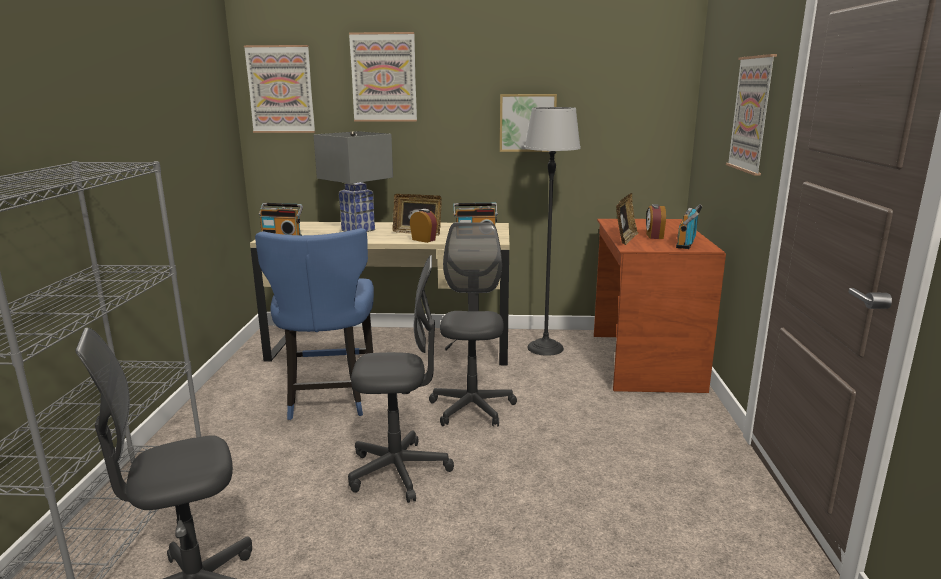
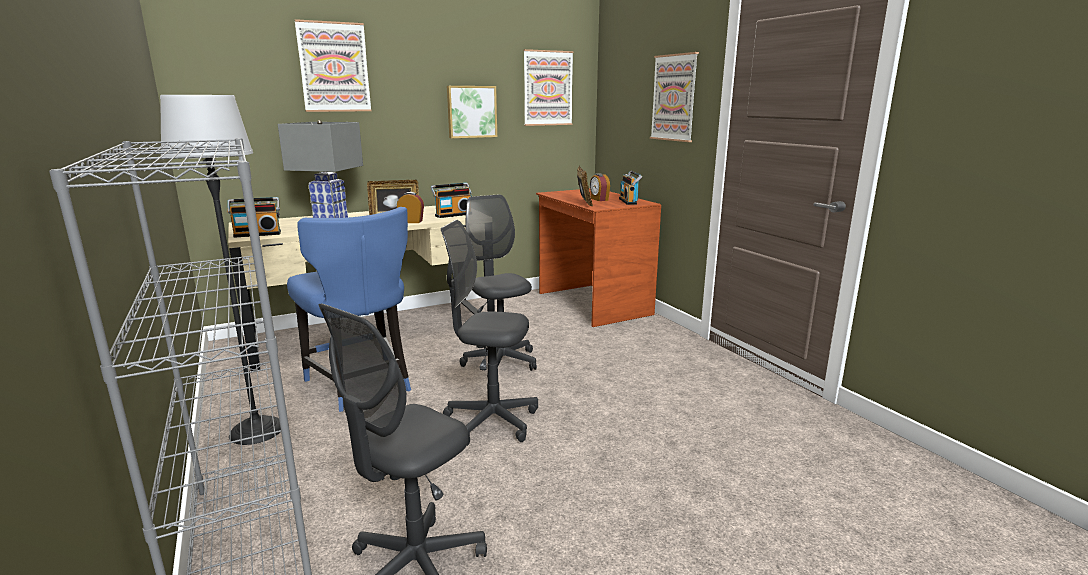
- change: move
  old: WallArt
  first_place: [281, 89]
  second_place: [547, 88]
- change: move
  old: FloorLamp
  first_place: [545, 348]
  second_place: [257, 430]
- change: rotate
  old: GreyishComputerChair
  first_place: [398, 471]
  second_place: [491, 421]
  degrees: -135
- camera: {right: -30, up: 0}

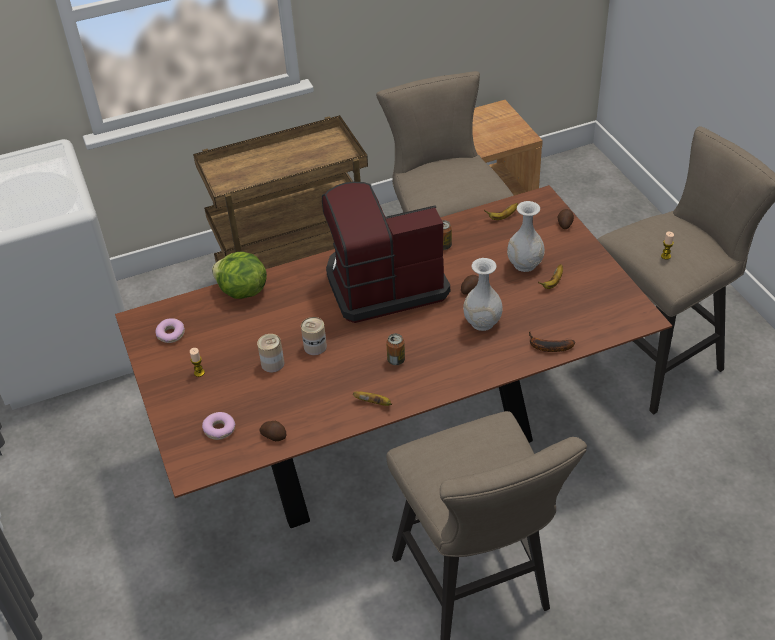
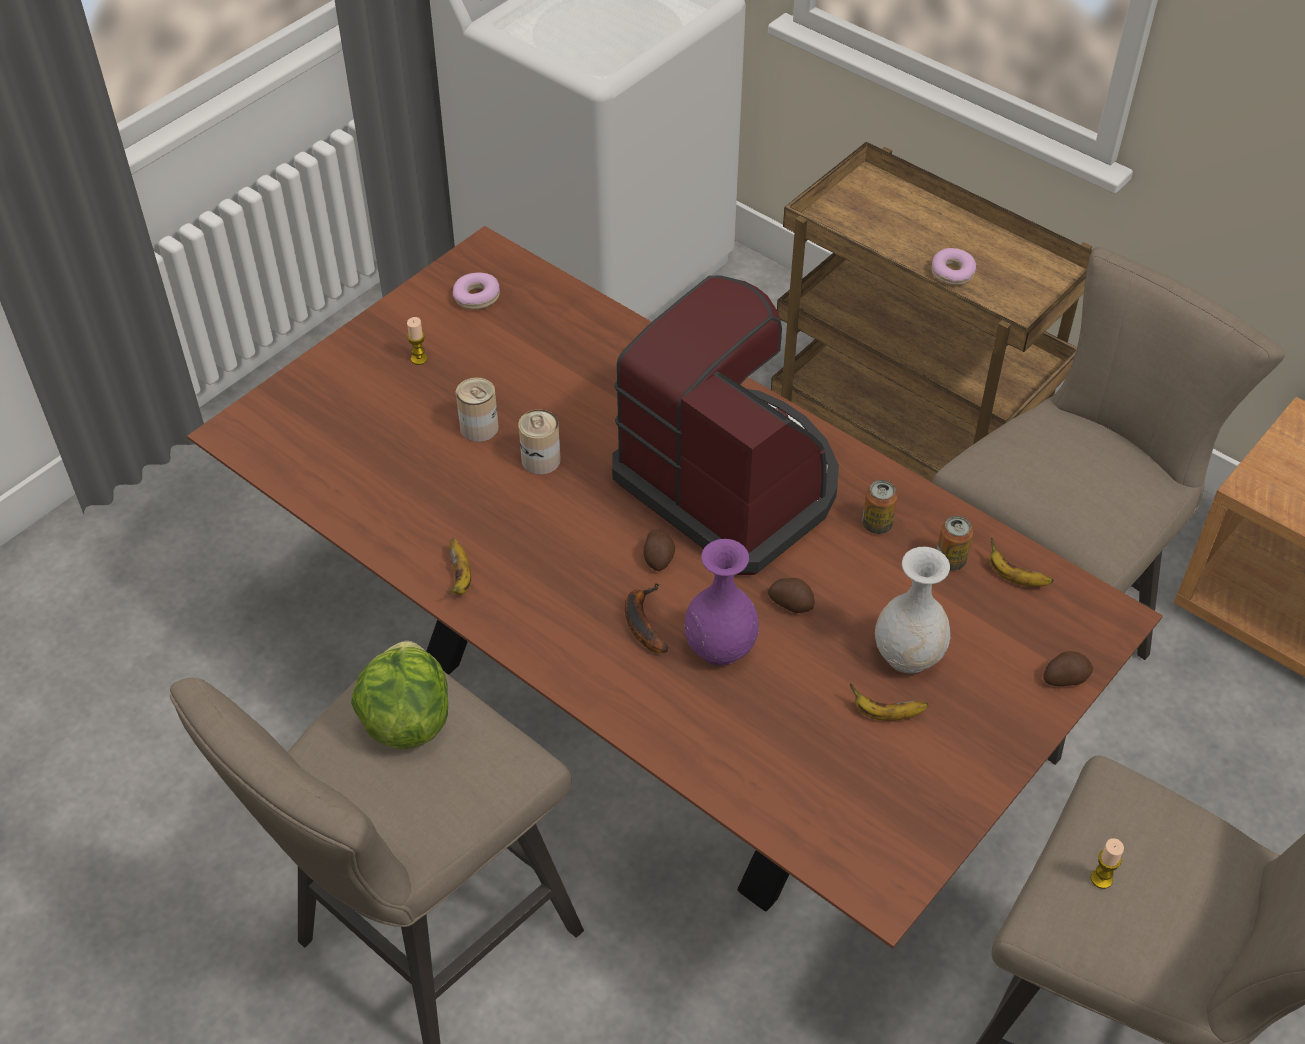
- change: move
  old: Lettuce
  first_place: [242, 292]
  second_place: [406, 720]
- change: recolor
  old: WhiteColouredFlowerVase
  new: PurpleFlowerVase
  first_place: [482, 322]
  second_place: [720, 647]
- change: move
  old: Banana
  first_place: [547, 347]
  second_place: [642, 621]
- change: move
  old: Can
  first_place: [396, 360]
  second_place: [950, 560]
- change: move
  old: Donut
  first_place: [219, 429]
  second_place: [952, 273]
- change: move
  old: Potato
  first_place: [274, 435]
  second_place: [659, 557]
- camera: {right: 60, up: 5}

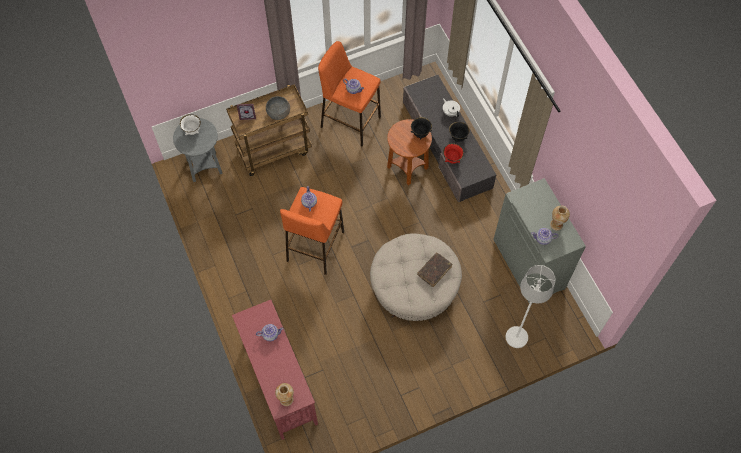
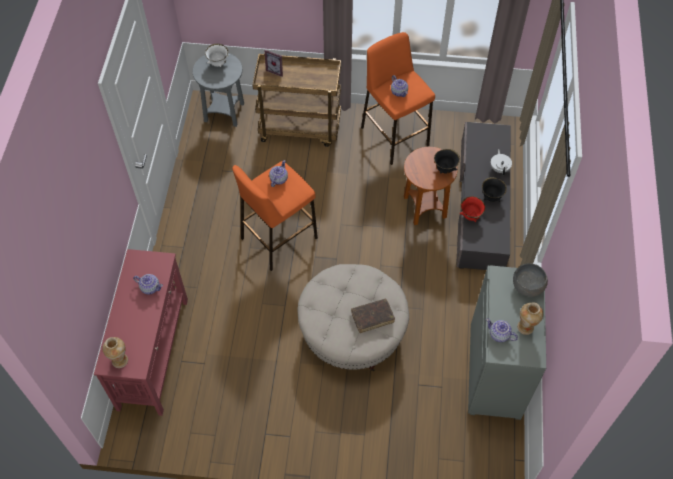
- change: move
  old: GreyishDeepDish
  first_place: [278, 113]
  second_place: [527, 286]
- change: delete
  old: WhiteColouredFloorLamp
  first_place: [516, 337]
- camera: {right: 30, up: -5}

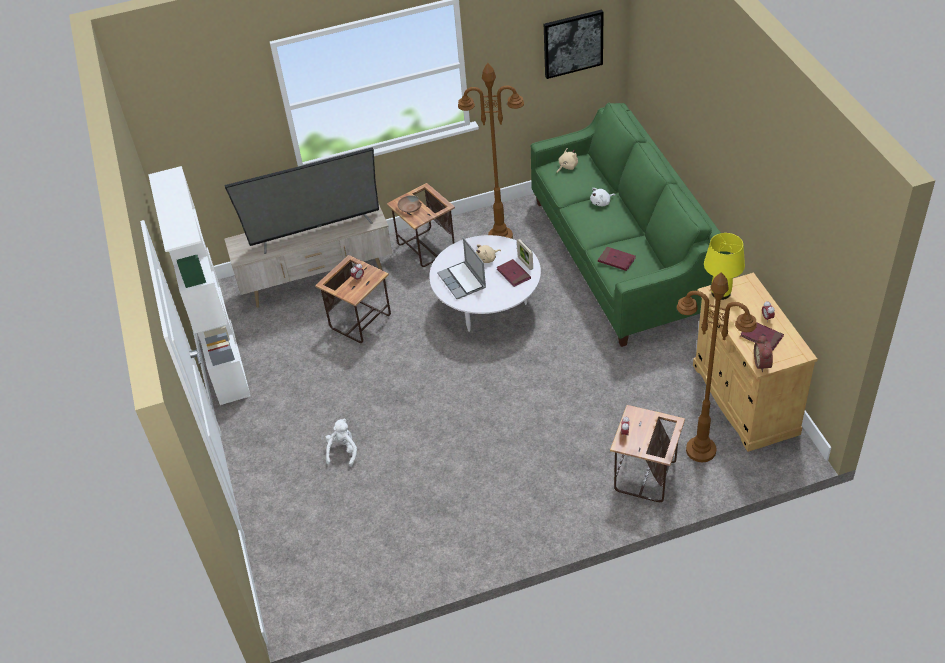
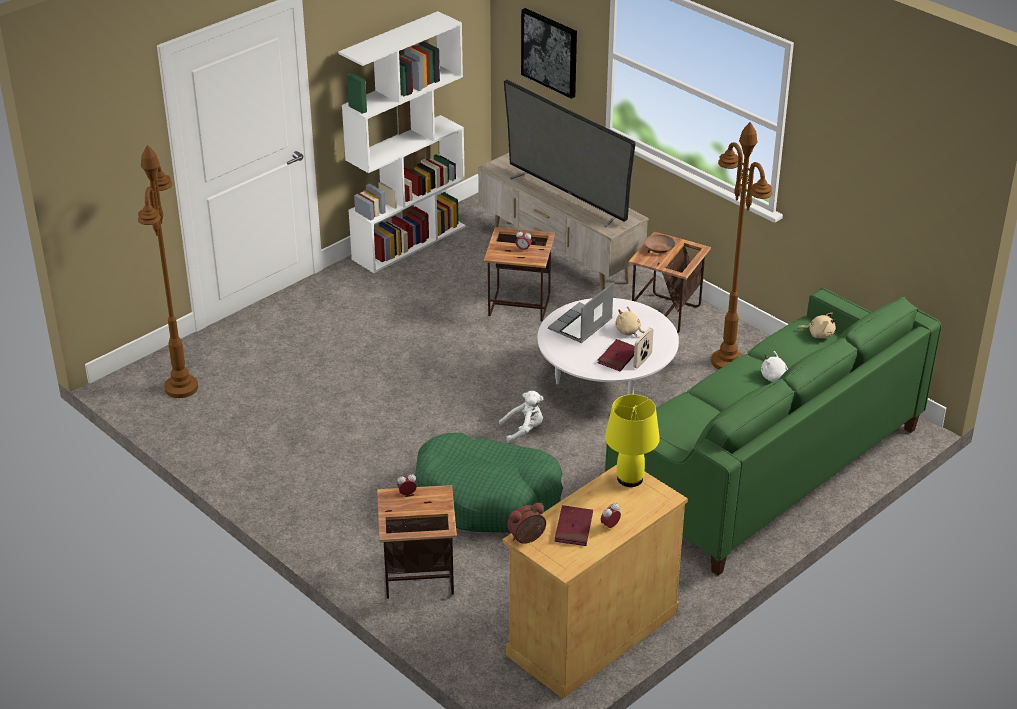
- change: move
  old: WallArt
  first_place: [573, 43]
  second_place: [550, 52]
- change: delete
  old: RedColouredBoundBook
  first_place: [616, 260]
- change: move
  old: BrownFloorLamp
  first_place: [700, 450]
  second_place: [181, 387]
- change: move
  old: WhiteColouredCuddlyToy
  first_place: [343, 451]
  second_place: [524, 430]
- change: insert
  new: GreenDogBed
  second_place: [487, 497]
- camera: {right: 60, up: -10}

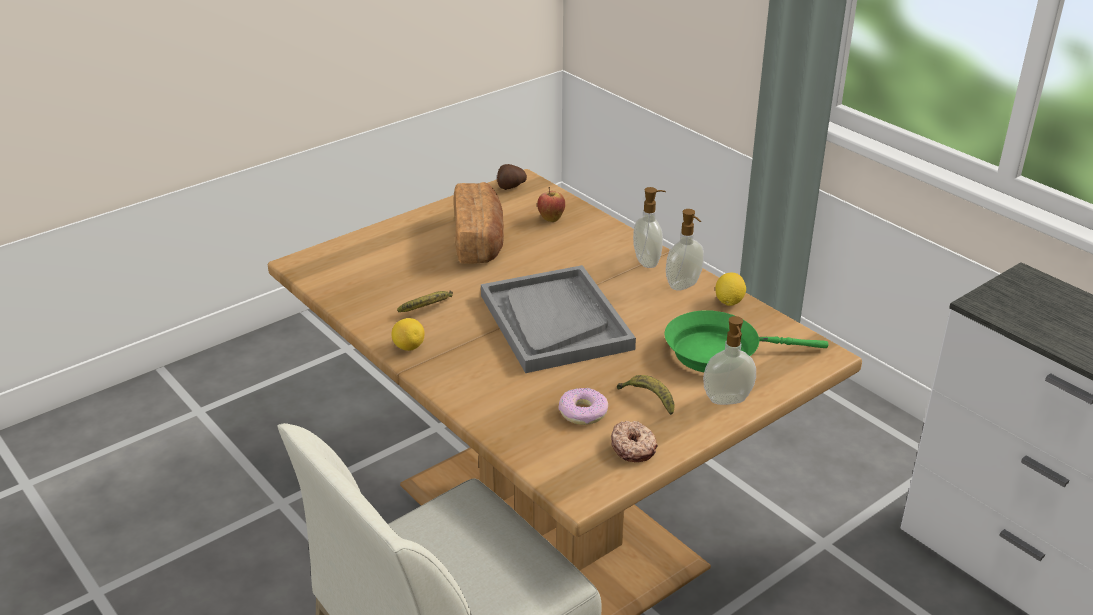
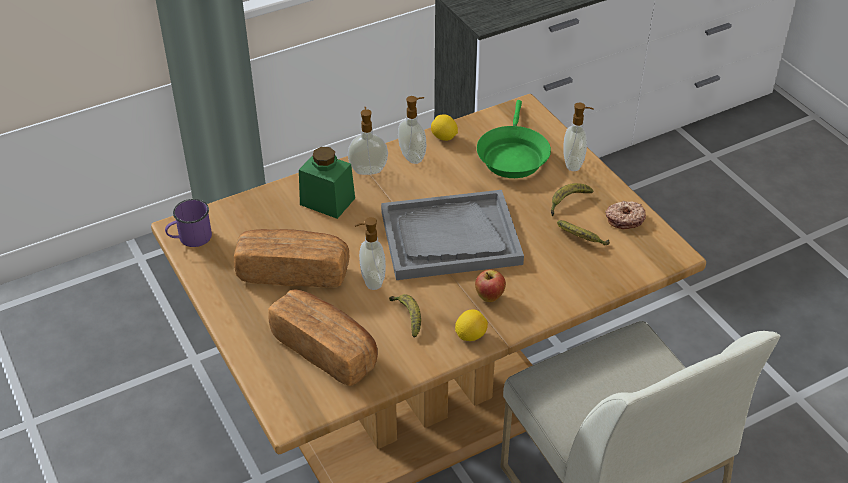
- change: replace
  old: Potato
  new: PurpleCoffeeMug
  first_place: [510, 187]
  second_place: [190, 238]
- change: move
  old: WholeApple
  first_place: [551, 219]
  second_place: [489, 297]
- change: replace
  old: Donut
  new: Banana
  first_place: [583, 413]
  second_place: [580, 239]
- change: insert
  new: GreenPreserveJar
  second_place: [327, 201]
- change: insert
  new: LiquidSoapBottle
  second_place: [371, 280]
- change: insert
  new: BakedBread
  second_place: [326, 349]
- camera: {right: -80, up: 10}

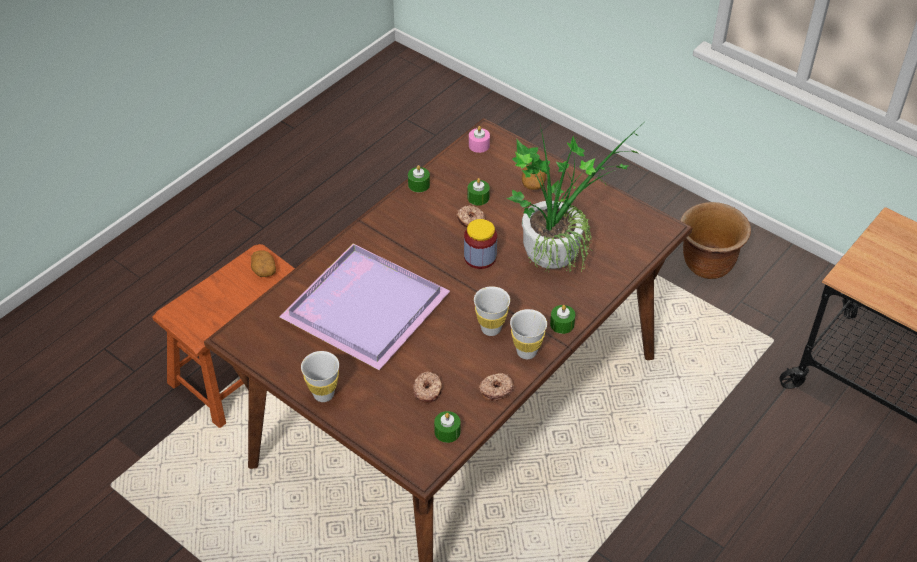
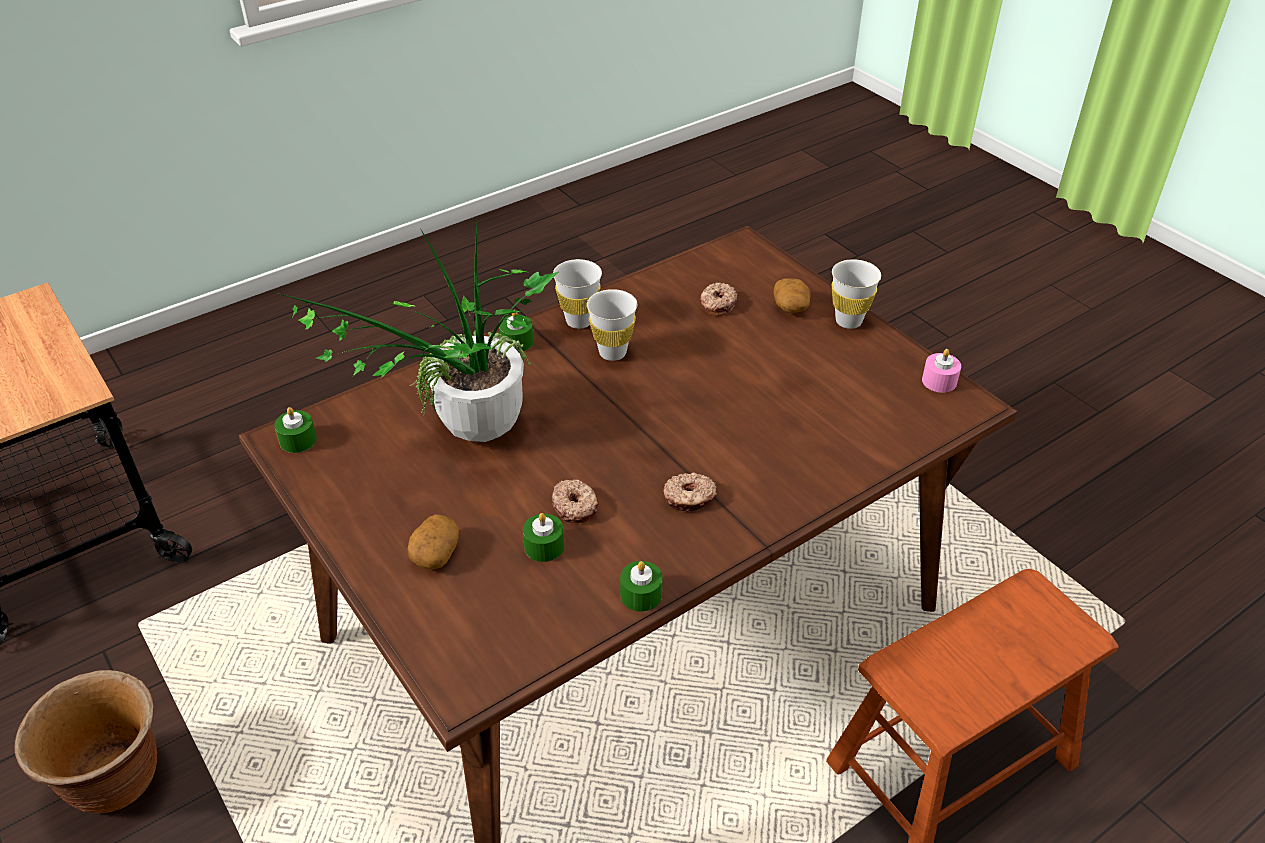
- change: move
  old: PinkColouredWaxLight
  first_place: [479, 145]
  second_place: [939, 381]
- change: delete
  old: PreserveJar
  first_place: [480, 257]
- change: delete
  old: PurpleCarryingTray
  first_place: [365, 305]
- change: move
  old: Potato
  first_place: [263, 270]
  second_place: [791, 307]
- change: move
  old: Donut
  first_place: [496, 389]
  second_place: [689, 498]
- change: move
  old: GreenWaxLight
  first_place: [447, 432]
  second_place: [298, 440]
- camera: {right: -165, up: -5}

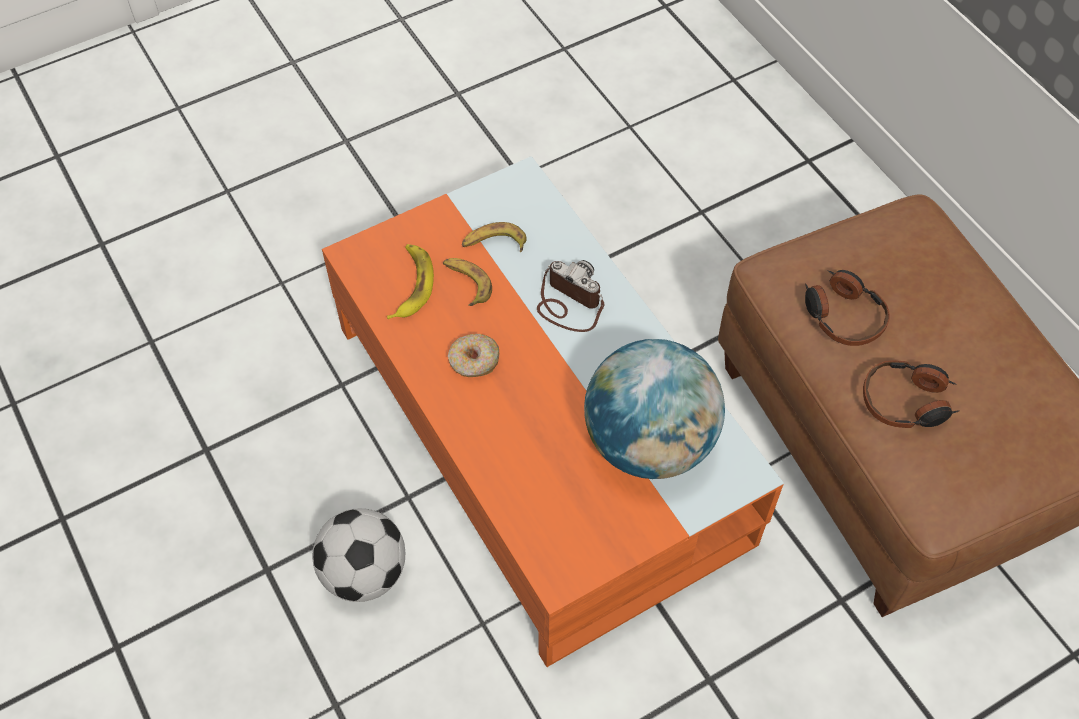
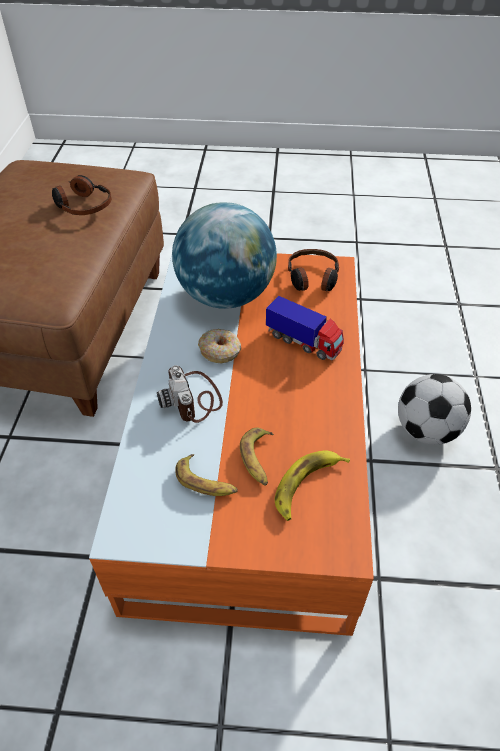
- change: move
  old: PairOfHeadphones
  first_place: [842, 315]
  second_place: [312, 278]
- change: move
  old: Donut
  first_place: [474, 361]
  second_place: [220, 351]
- change: insert
  new: ModelTruck
  second_place: [304, 342]
- camera: {right: -145, up: -10}

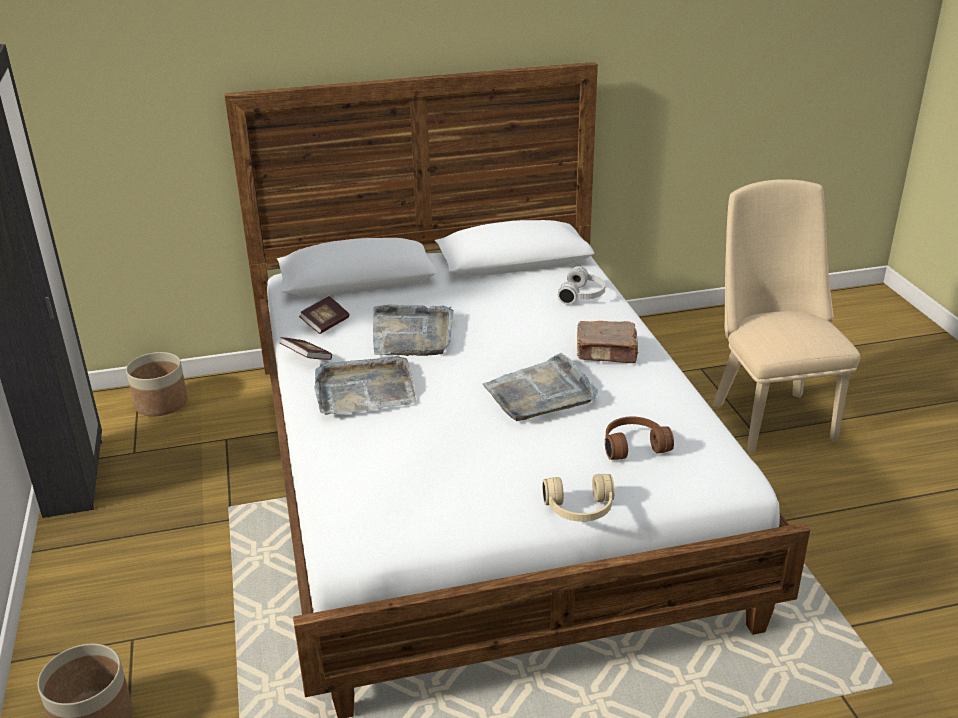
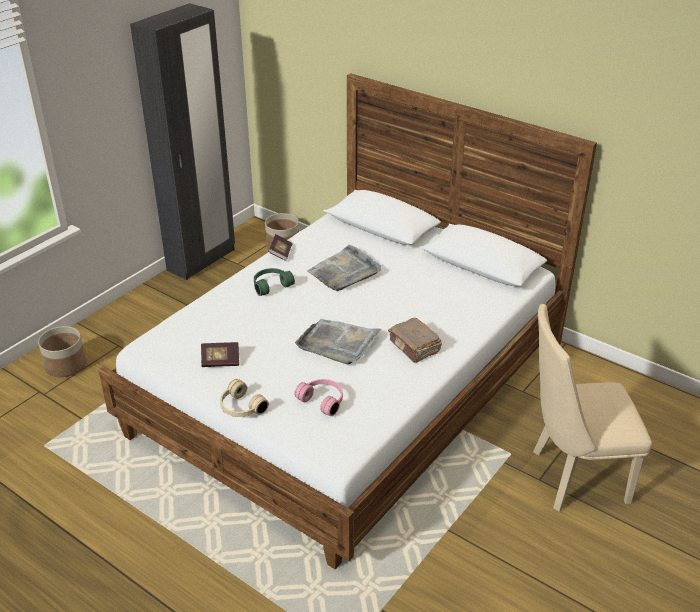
- change: rotate
  old: BeigeColouredUprightChair
  first_place: [769, 415]
  second_place: [571, 477]
  degrees: -135
- change: delete
  old: WhiteColouredPairOfHeadphones
  first_place: [583, 295]
- change: move
  old: BoundBook
  first_place: [325, 324]
  second_place: [220, 361]
- change: replace
  old: GreyishCarryingTray
  new: GreenPairOfHeadphones
  first_place: [364, 390]
  second_place: [271, 285]
- change: recolor
  old: BrownPairOfHeadphones
  new: PinkColouredPairOfHeadphones
  first_place: [633, 445]
  second_place: [323, 400]
- camera: {right: 50, up: 5}

